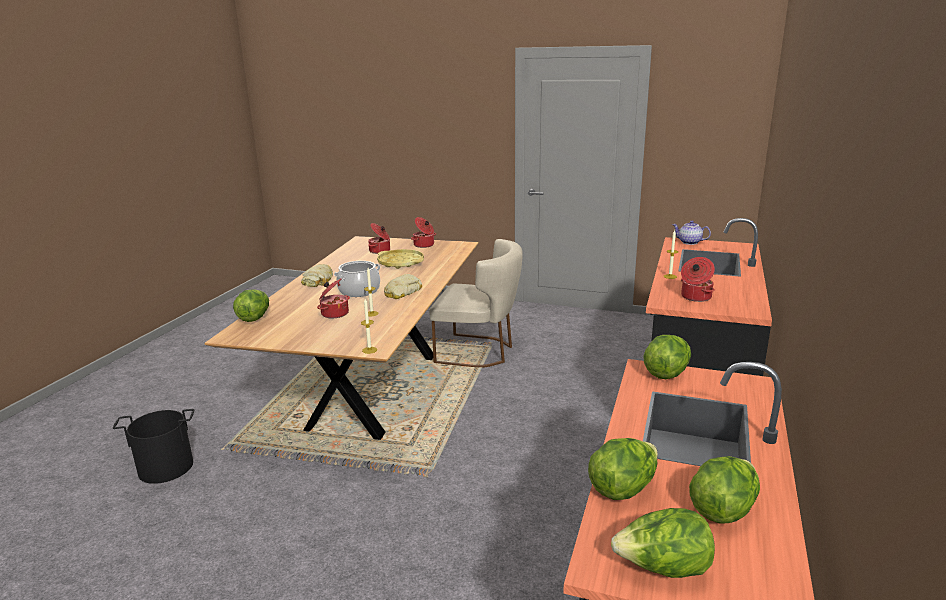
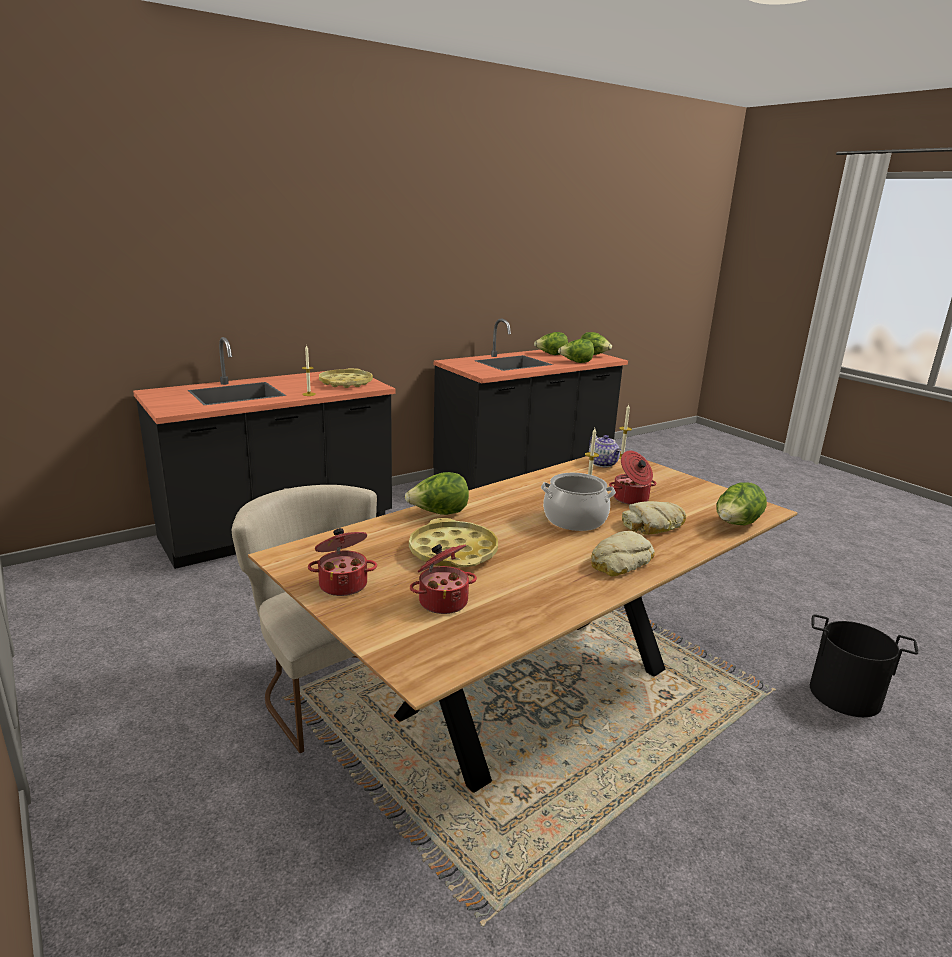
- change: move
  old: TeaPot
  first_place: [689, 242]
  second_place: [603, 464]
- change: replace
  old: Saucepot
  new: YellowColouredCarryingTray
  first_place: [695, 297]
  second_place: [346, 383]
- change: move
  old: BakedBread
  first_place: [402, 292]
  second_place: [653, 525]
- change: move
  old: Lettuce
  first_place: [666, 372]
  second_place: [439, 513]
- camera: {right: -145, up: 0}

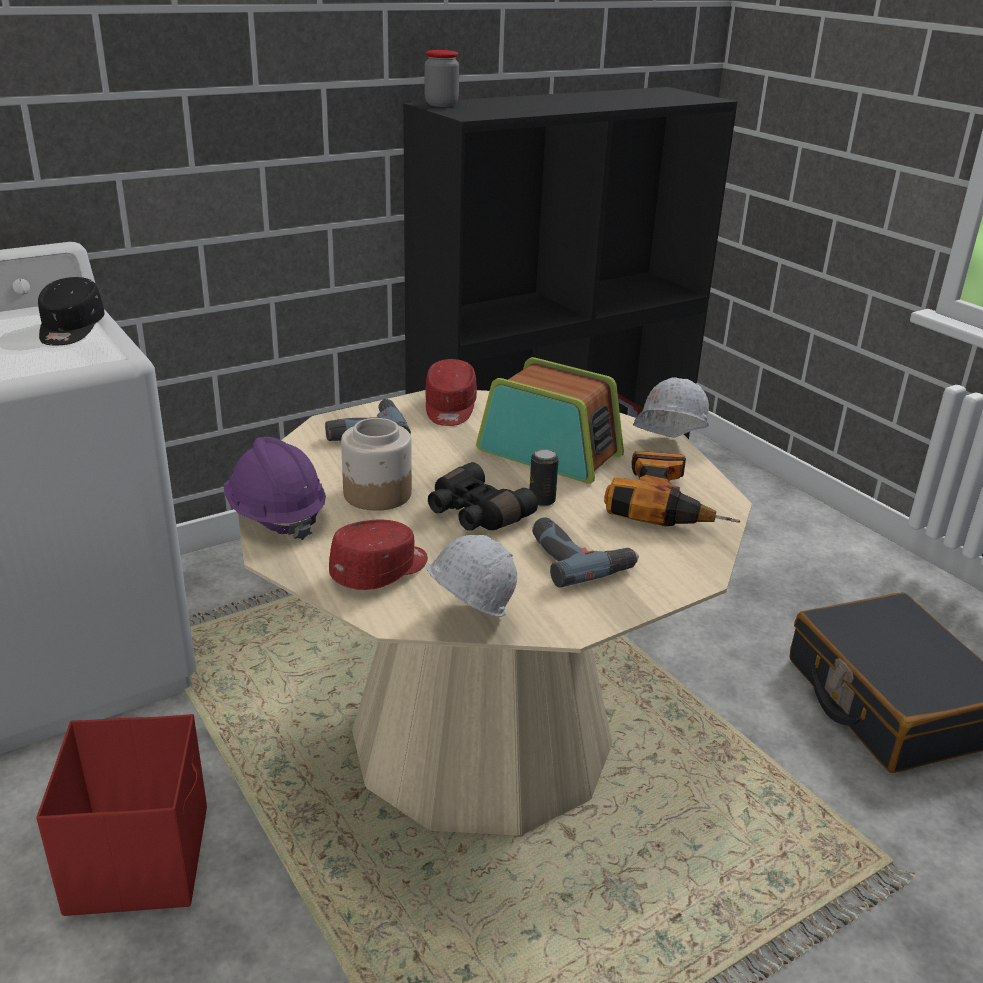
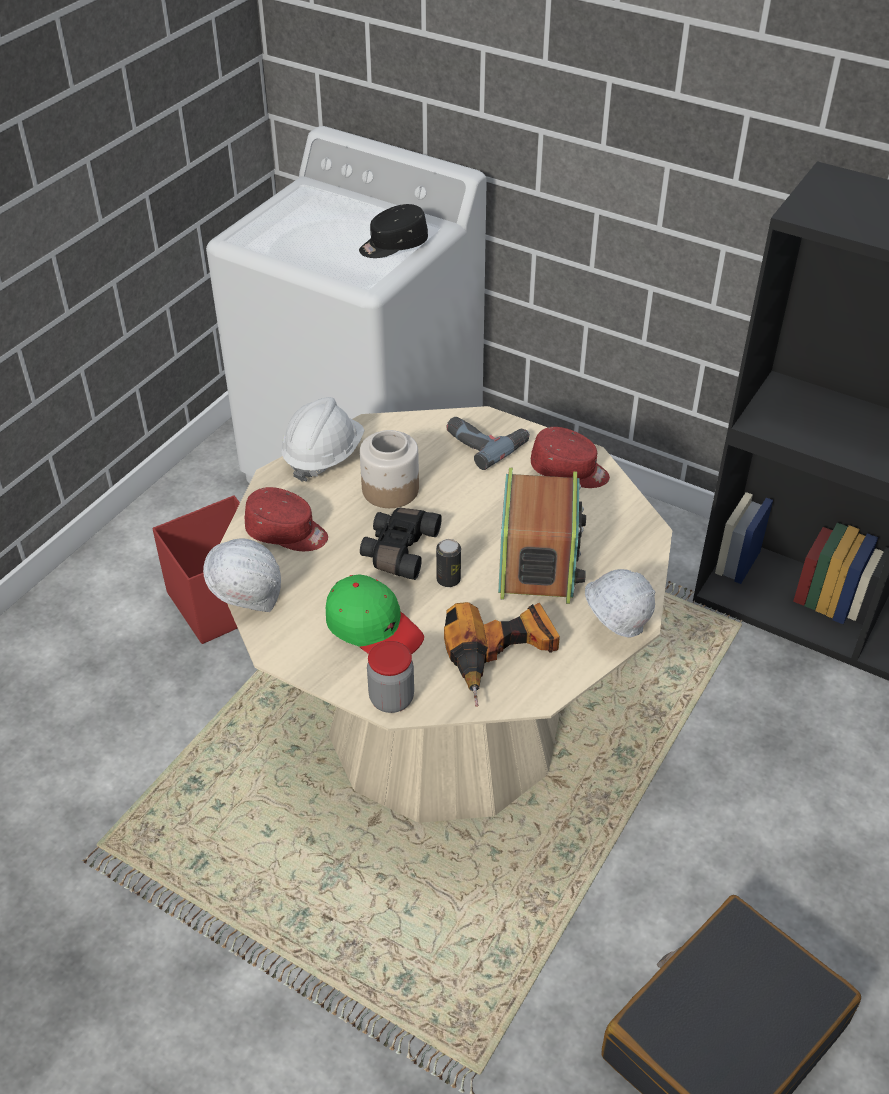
- change: move
  old: PreserveJar
  first_place: [441, 104]
  second_place: [391, 699]
- change: rotate
  old: RedColouredCap
  first_place: [450, 408]
  second_place: [569, 471]
  degrees: -135
- change: recolor
  old: PurpleHardHat
  new: WhiteColouredHardHat
  first_place: [276, 516]
  second_place: [323, 456]
- change: replace
  old: PowerDrill
  new: GreenCap
  first_place: [578, 558]
  second_place: [373, 628]
- camera: {right: 65, up: 15}

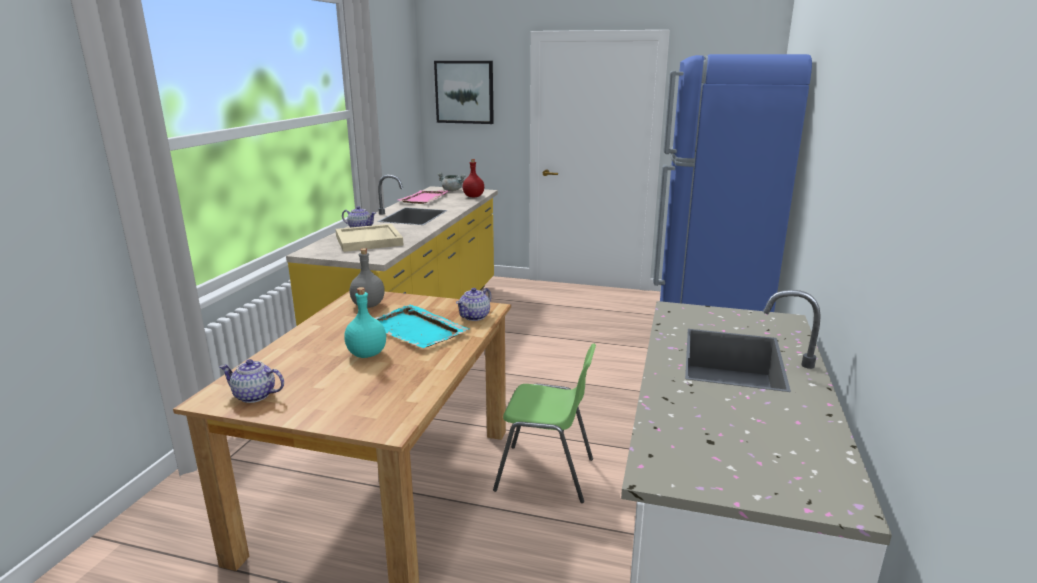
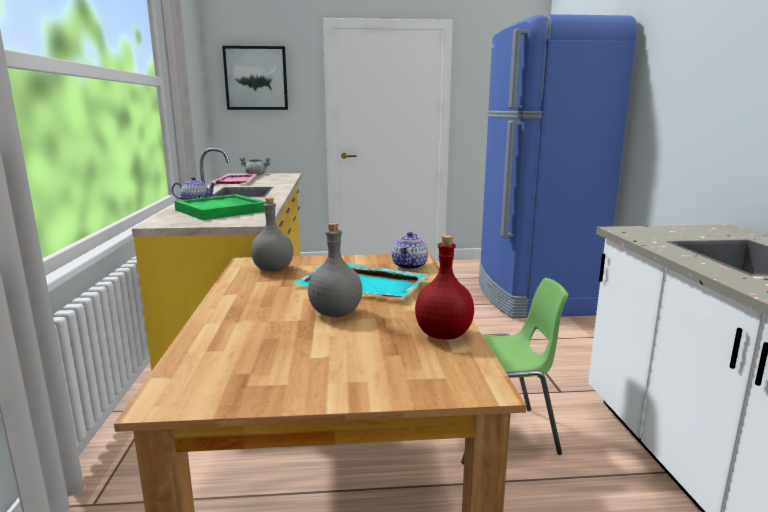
- change: move
  old: RedColouredBottle
  first_place: [473, 196]
  second_place: [444, 335]
- change: recolor
  old: BeigeColouredCarryingTray
  new: GreenCarryingTray
  first_place: [369, 241]
  second_place: [222, 210]
- change: recolor
  old: TurquoiseColouredBottle
  new: GreyishBottle
  first_place: [367, 354]
  second_place: [335, 313]
- change: delete
  old: TeaPot
  first_place: [255, 396]
- camera: {right: -20, up: -5}

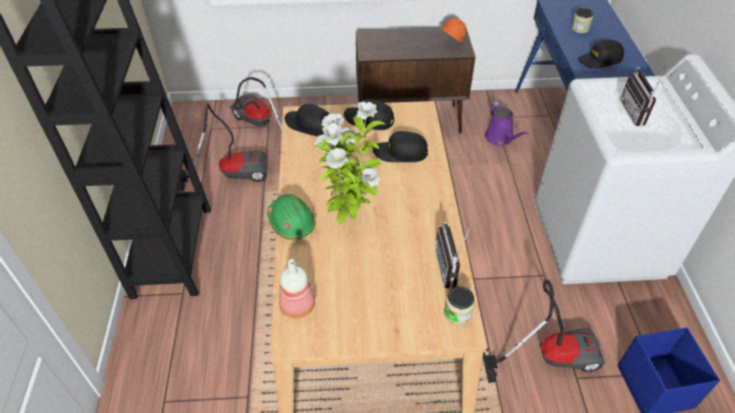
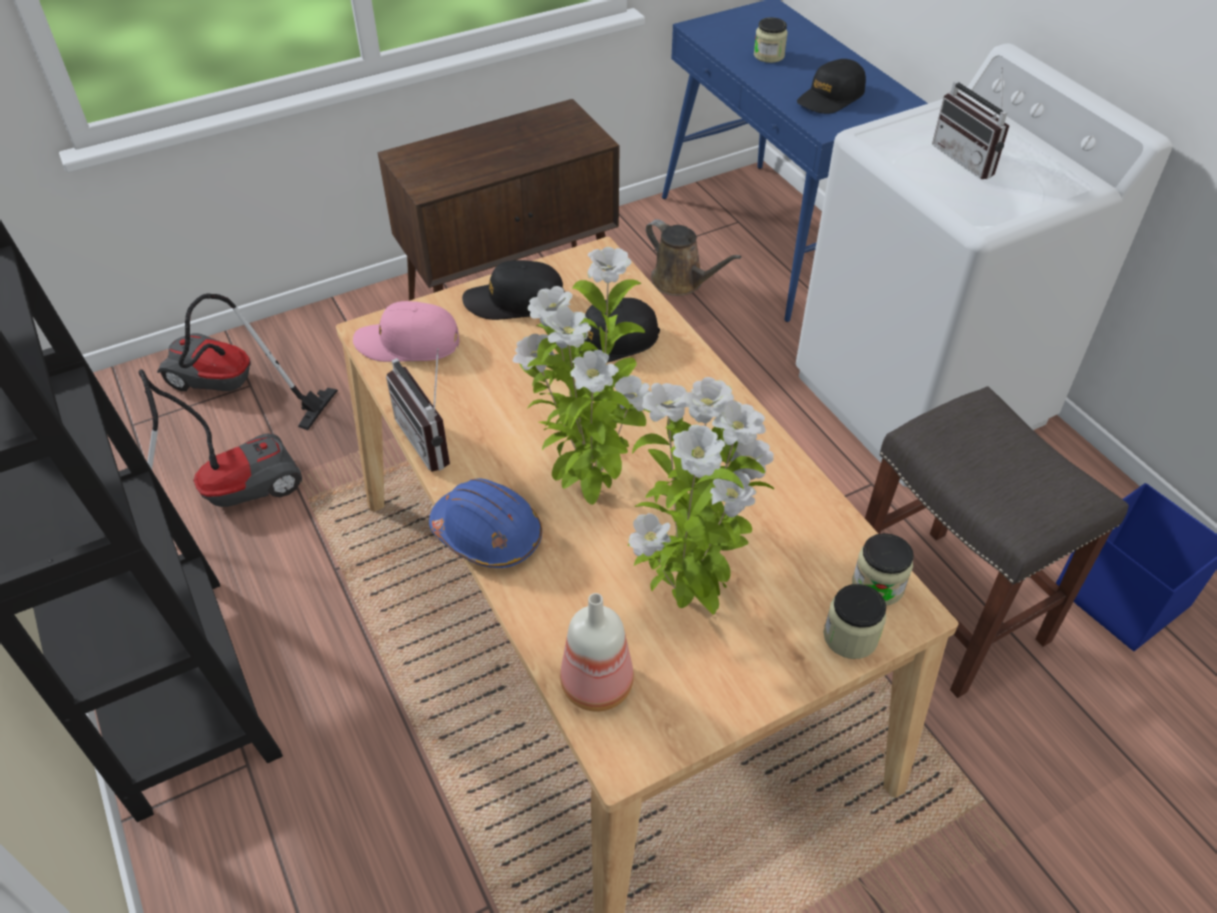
- change: delete
  old: OrangeHardHat
  first_place: [451, 45]
- change: recolor
  old: PurpleWateringCan
  new: BrownWateringCan
  first_place: [500, 138]
  second_place: [681, 282]
- change: recolor
  old: BlackishCap
  new: PinkColouredCap
  first_place: [309, 124]
  second_place: [408, 343]
- change: recolor
  old: GreenHardHat
  new: BlueColouredHardHat
  first_place: [291, 222]
  second_place: [487, 535]
- change: move
  old: RadioReceiver
  first_place: [451, 268]
  second_place: [433, 439]
- change: replace
  old: VacuumCleaner
  new: GreyishStoolSeat
  first_place: [549, 355]
  second_place: [949, 610]
- change: insert
  new: PottedPlant
  second_place: [685, 598]
- change: insert
  new: PreserveJar
  second_place: [850, 636]
- camera: {right: -25, up: 0}

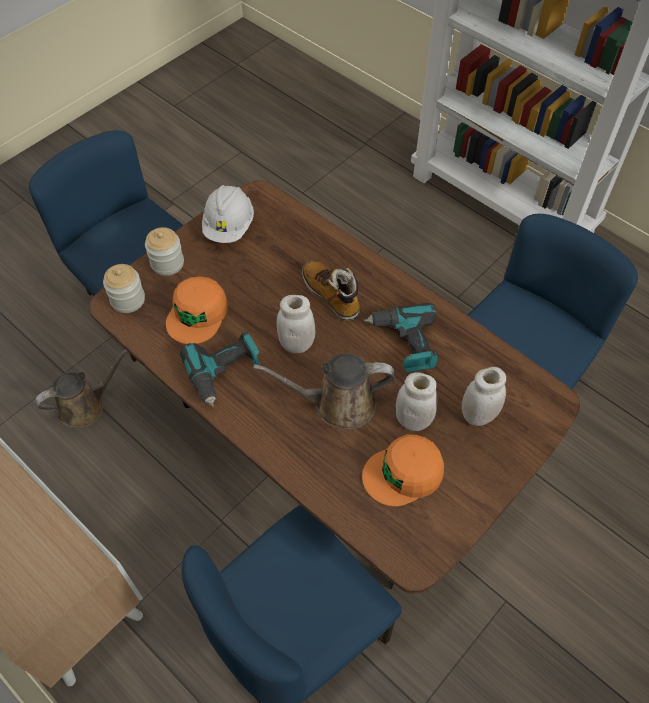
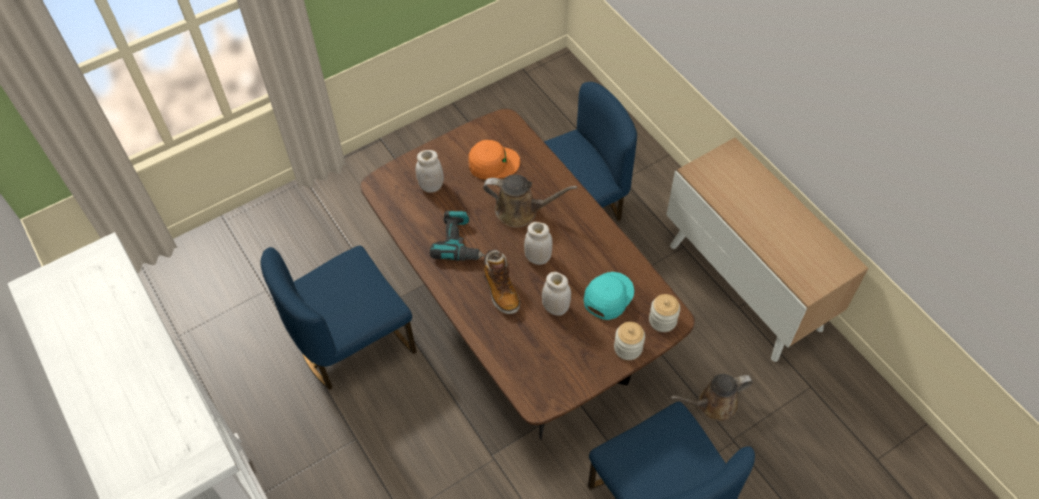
- change: delete
  old: WhiteColouredHardHat
  first_place: [229, 226]
- change: recolor
  old: OrangeCap
  new: TurquoiseColouredCap
  first_place: [198, 314]
  second_place: [608, 296]
- change: delete
  old: PowerDrill
  first_place: [225, 372]
- change: move
  old: WhiteColouredPreserveJar
  first_place: [413, 420]
  second_place: [555, 307]
- camera: {right: -165, up: 0}

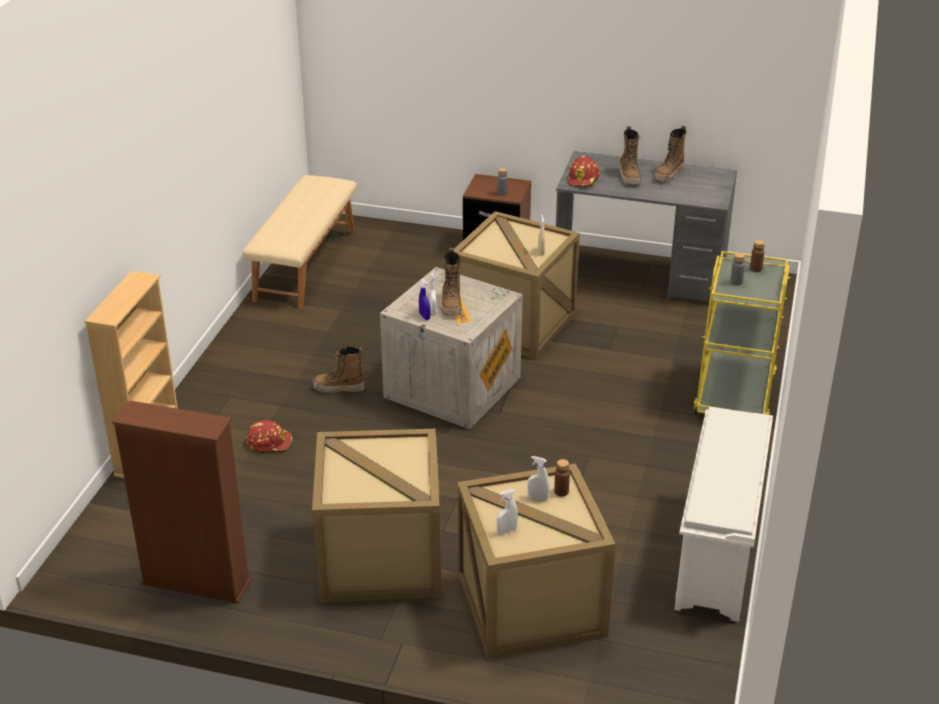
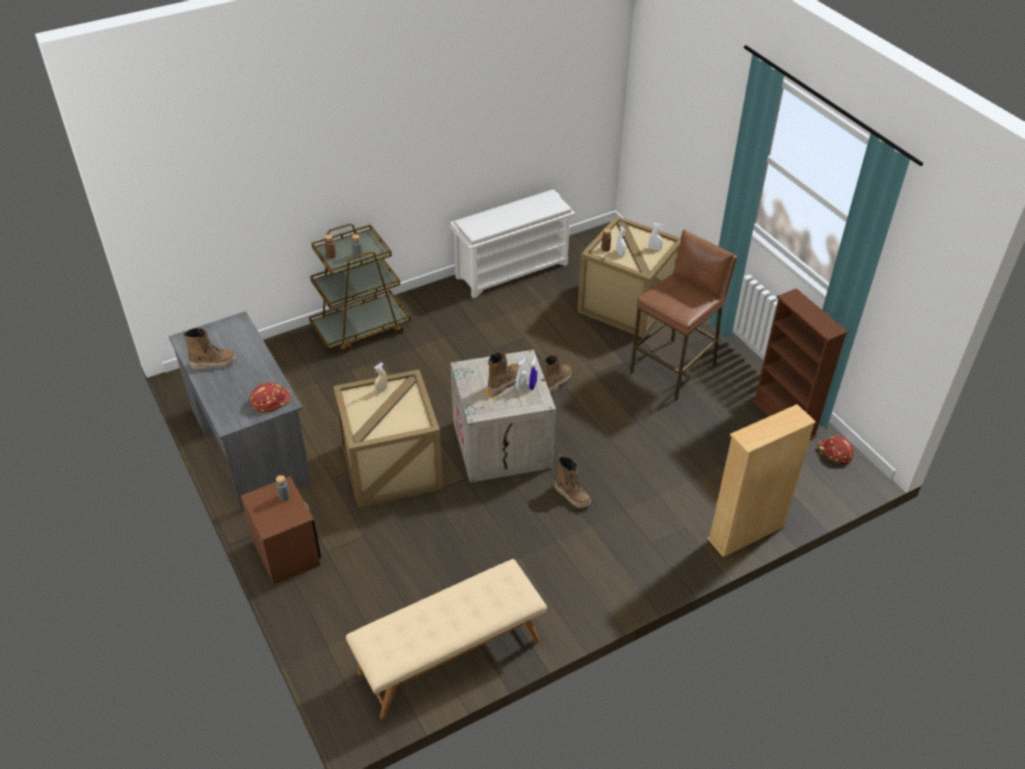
- change: move
  old: TallBoot
  first_place: [629, 177]
  second_place: [556, 382]
- change: recolor
  old: YellowColouredWheeledCart
  new: BrownWheeledCart
  first_place: [734, 394]
  second_place: [361, 328]
- change: move
  old: RedColouredHardHat
  first_place: [269, 442]
  second_place: [834, 453]
- change: replace
  old: Crate
  new: BrownStoolSeat
  first_place: [378, 560]
  second_place: [674, 369]
- camera: {right: -135, up: 10}

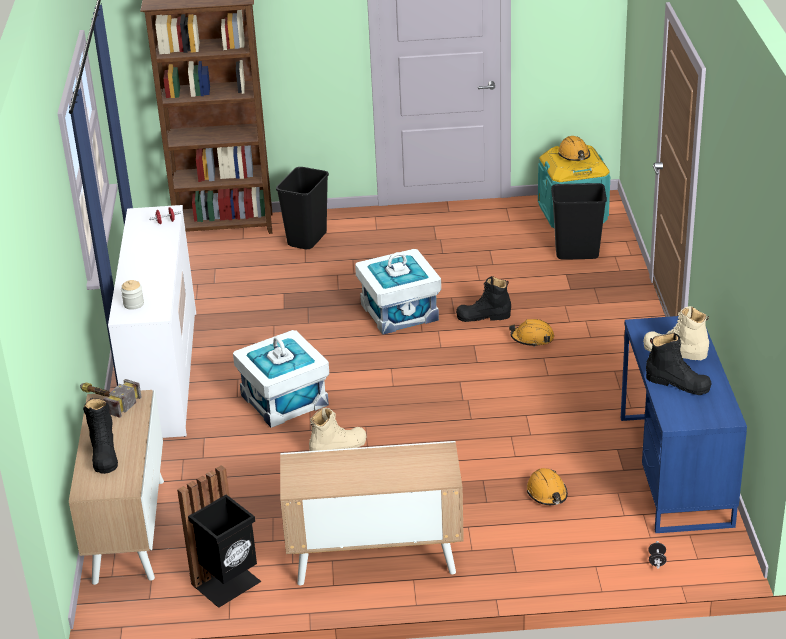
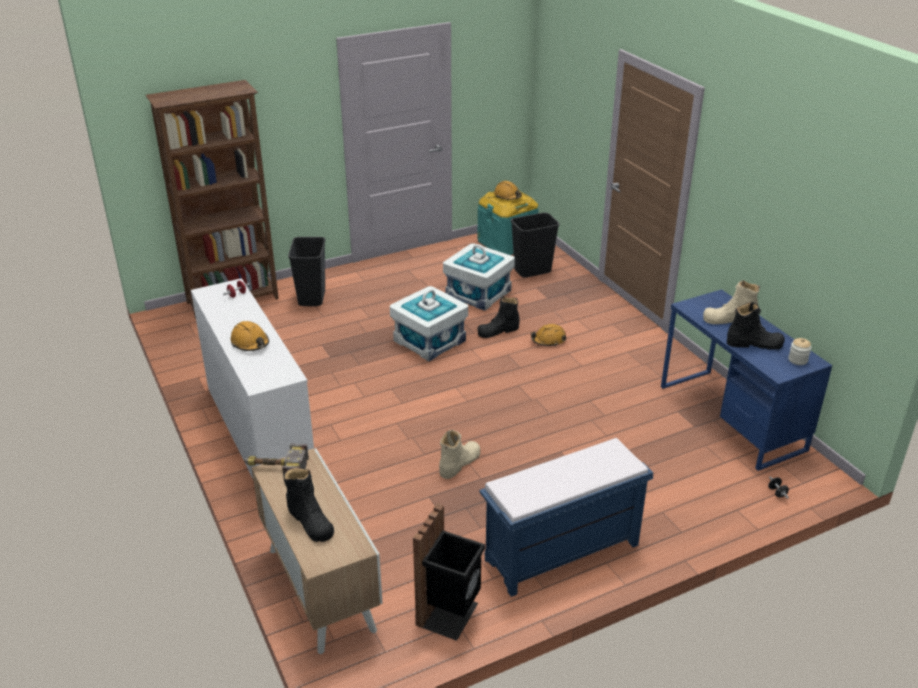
- change: move
  old: PreserveJar
  first_place: [133, 304]
  second_place: [797, 360]
- change: move
  old: WhiteColouredStorageContainer
  first_place: [285, 400]
  second_place: [478, 293]
- change: replace
  old: Cupboard
  new: BlueColouredBench
  first_place: [374, 559]
  second_place: [561, 553]
- change: move
  old: OrangeHardHat
  first_place: [547, 493]
  second_place: [250, 343]
- camera: {right: -25, up: 0}

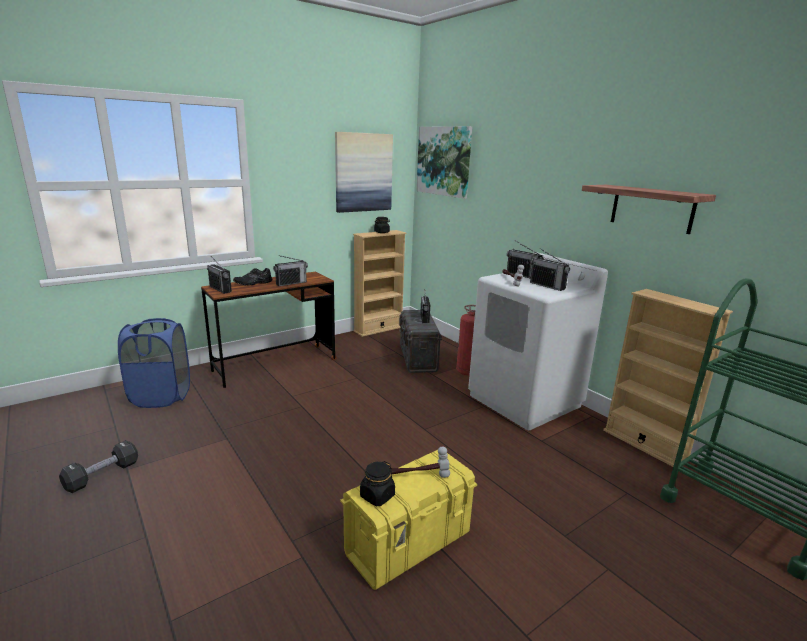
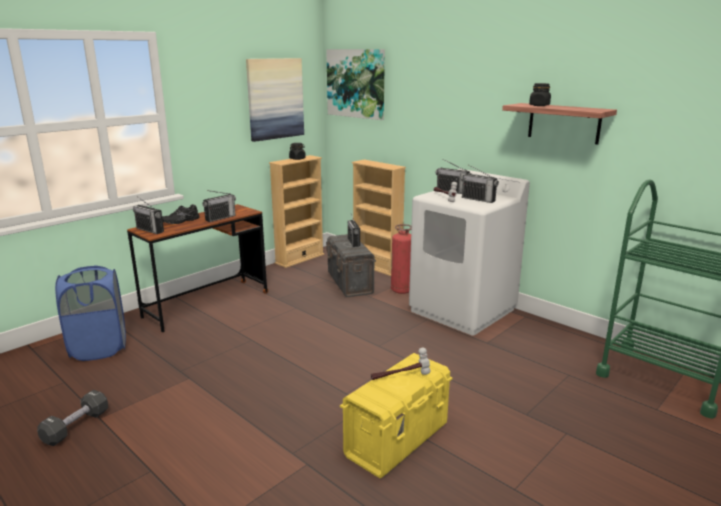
- change: move
  old: BeigeColouredShelvingUnit
  first_place: [645, 444]
  second_place: [377, 267]
- change: move
  old: BlackishPreserveJar
  first_place: [377, 496]
  second_place: [539, 105]
- camera: {right: -10, up: 0}

